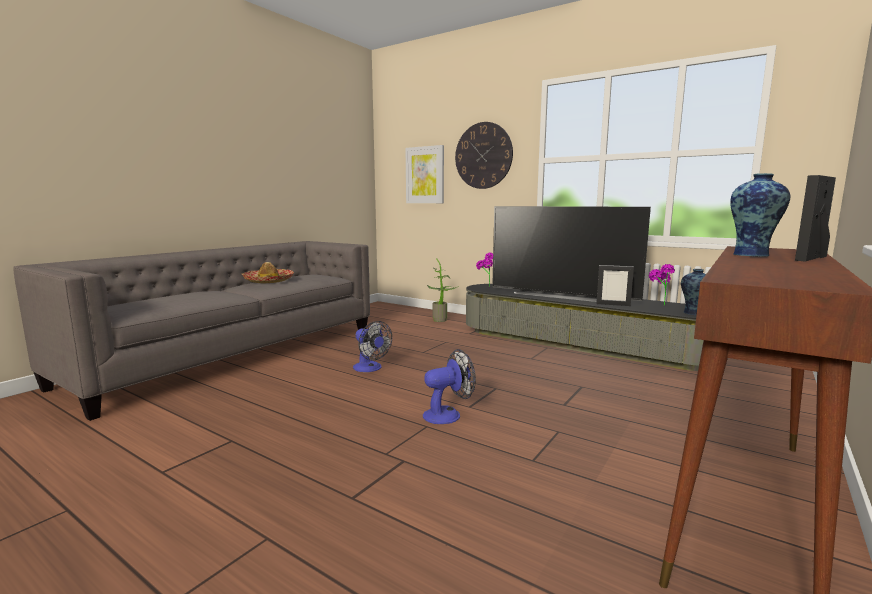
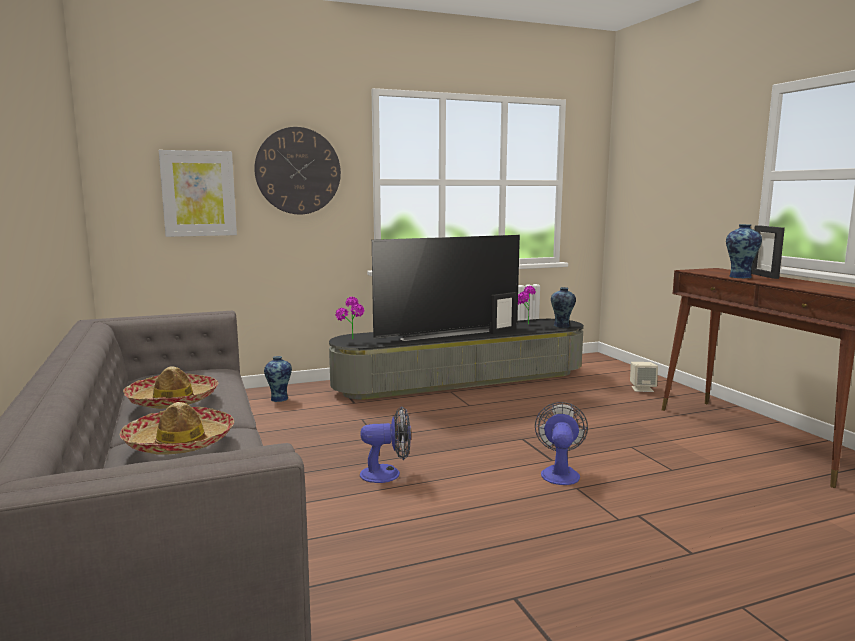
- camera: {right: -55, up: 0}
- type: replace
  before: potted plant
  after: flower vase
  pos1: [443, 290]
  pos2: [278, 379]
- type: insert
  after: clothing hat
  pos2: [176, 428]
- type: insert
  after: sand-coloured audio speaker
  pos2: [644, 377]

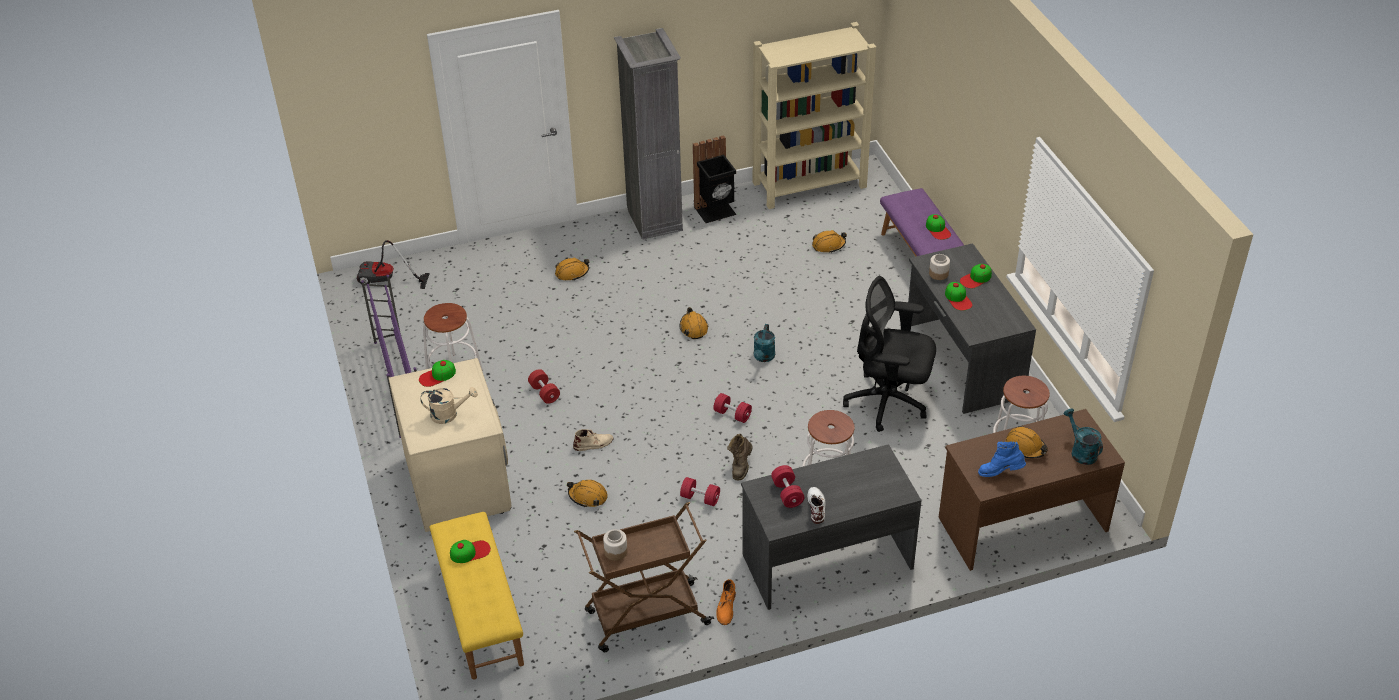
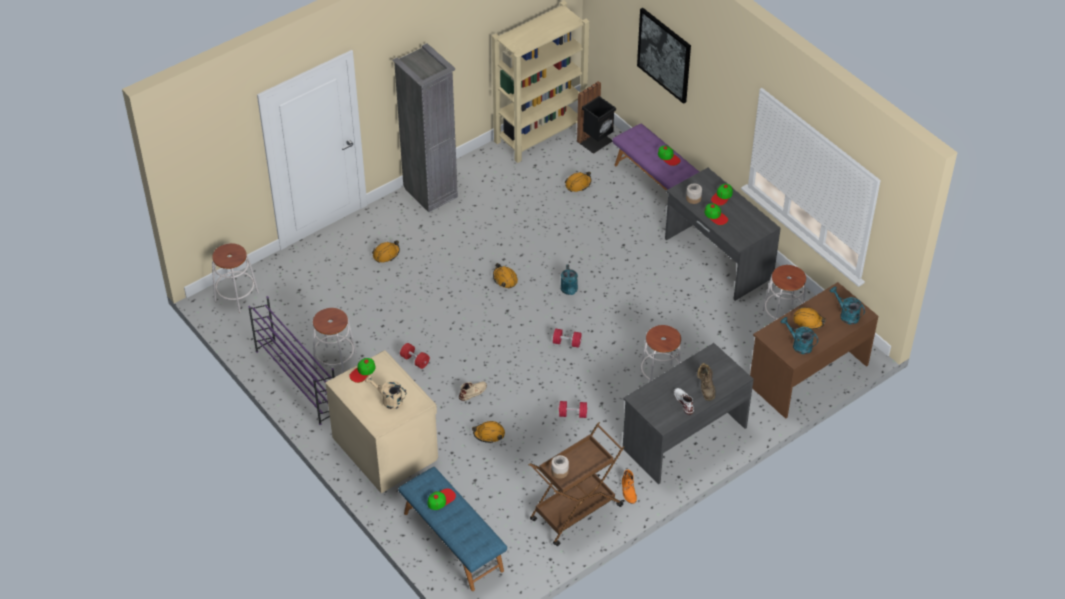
- camera: {right: -20, up: 5}
- type: replace
  before: vacuum
  after: white-coloured sitting stool
  pos1: [393, 264]
  pos2: [235, 278]
- type: rotate
  before: sand-coloured watering can
  pos1: [449, 405]
  pos2: [386, 392]
  turn: -135
- type: recolor
  before: yellow-coloured indoor bench
  after: blue-coloured indoor bench
  pos1: [477, 595]
  pos2: [452, 529]
- type: move
  before: black-coloured trash can
  pos1: [714, 179]
  pos2: [596, 117]
- type: move
  before: brownish tall boot
  pos1: [740, 457]
  pos2: [706, 382]
- type: delete
  before: red free weight
  pos1: [787, 486]
- type: delete
  before: black-coloured computer chair
  pos1: [889, 354]
- type: replace
  before: blue-coloured tall boot
  after: blue-green watering can
  pos1: [1002, 459]
  pos2: [799, 335]
- type: insert
  after: wall art
  pos2: [664, 56]

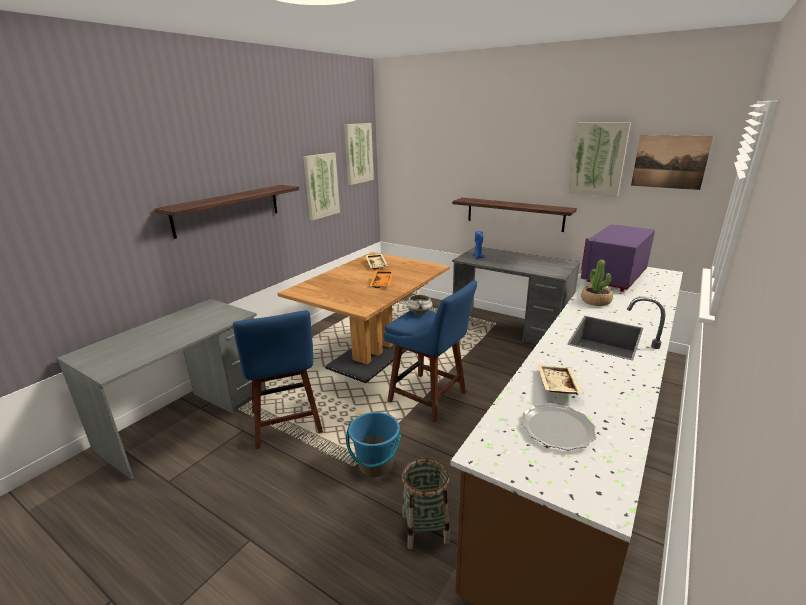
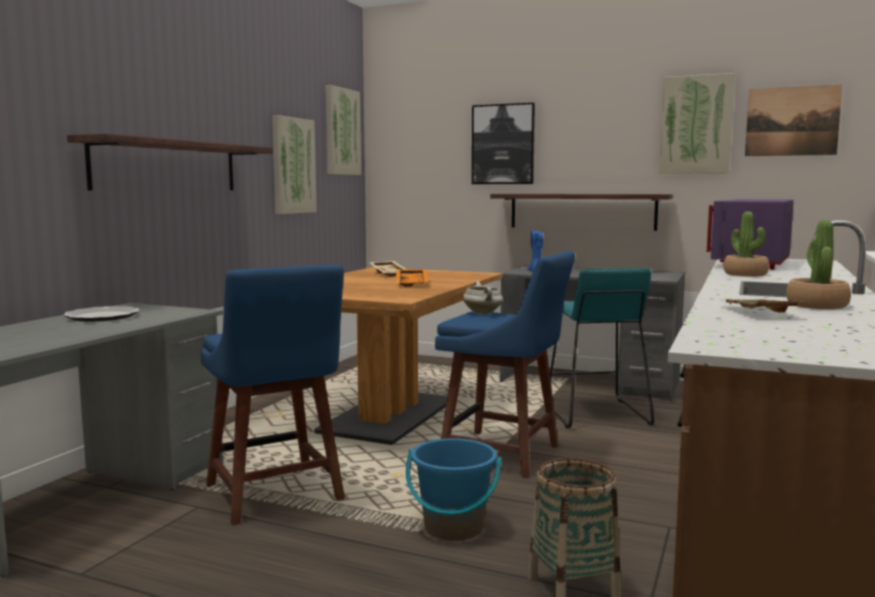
- camera: {right: -10, up: -15}
- type: move
  before: flat dish
  pos1: [559, 426]
  pos2: [101, 314]
- type: insert
  after: wall art
  pos2: [503, 143]
- type: insert
  after: blue-green sitting stool
  pos2: [602, 348]
- type: insert
  after: potted plant
  pos2: [818, 264]

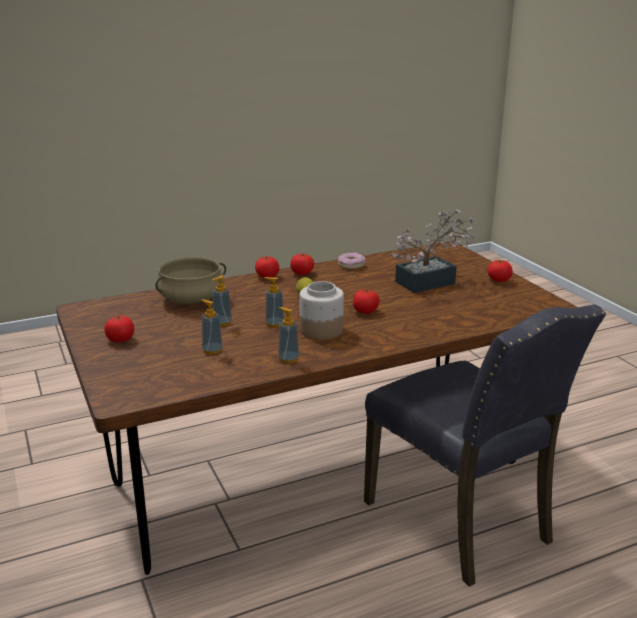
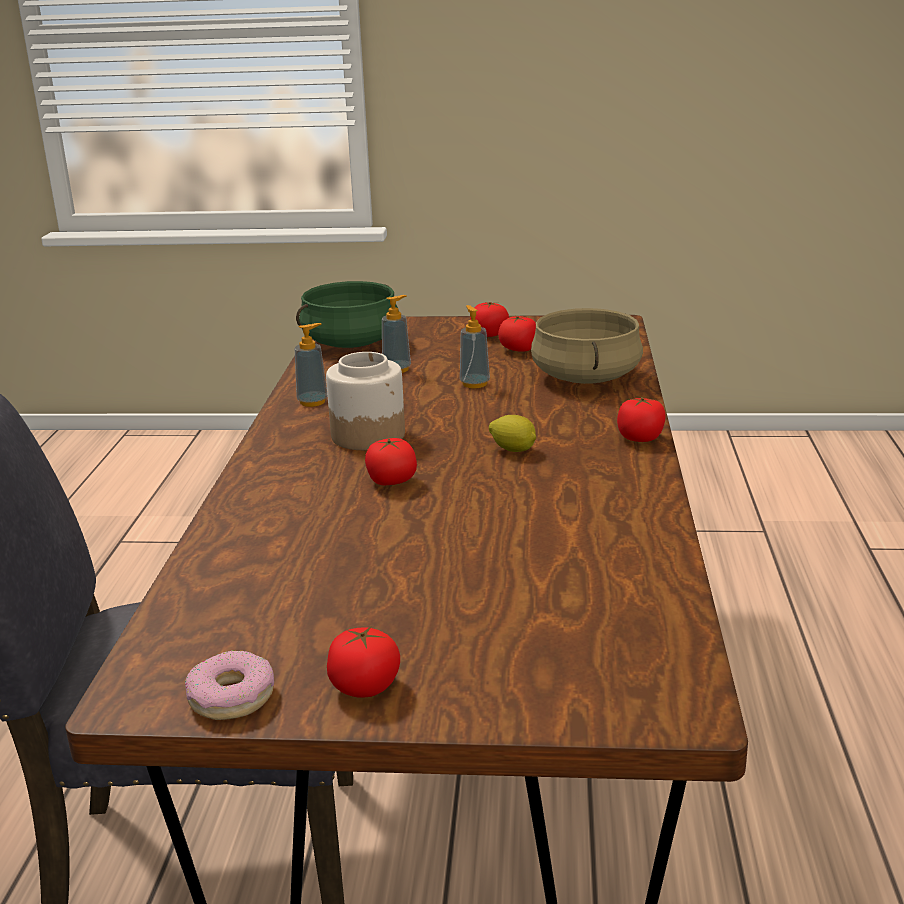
- camera: {right: 120, up: 0}
- type: delete
  before: liquid soap bottle
  pos1: [274, 302]
- type: move
  before: tomato
  pos1: [302, 264]
  pos2: [517, 334]
- type: move
  before: donut
  pos1: [352, 260]
  pos2: [229, 685]
- type: delete
  before: potted plant
  pos1: [433, 251]
- type: insert
  after: green saucepot
  pos2: [347, 314]

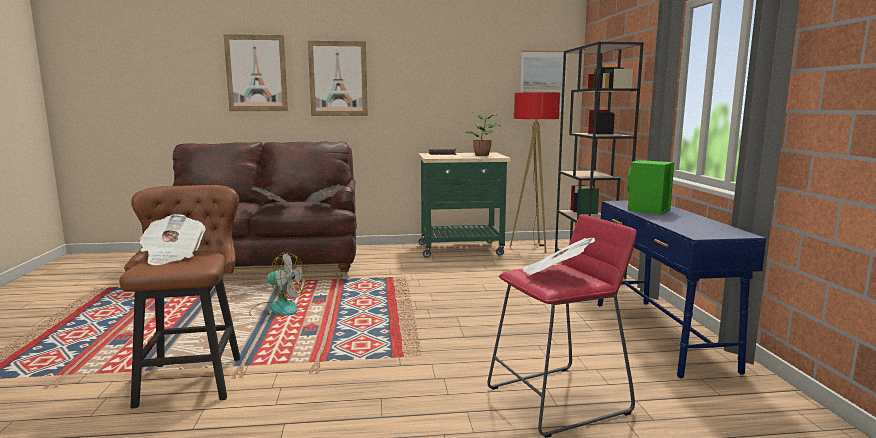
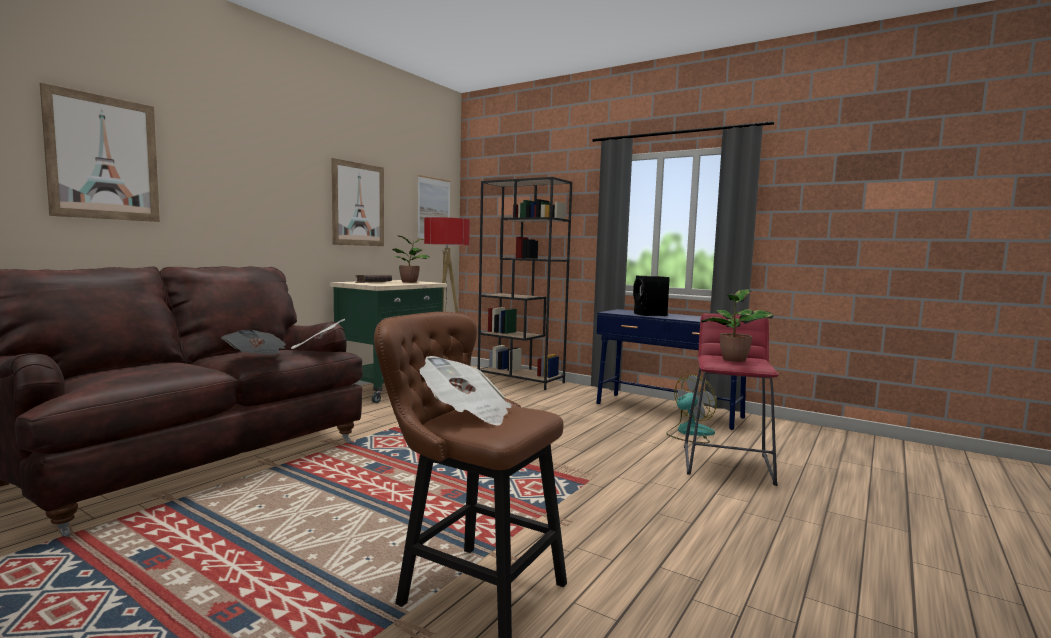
- camera: {right: -50, up: -5}
- type: move
  before: fan
  pos1: [277, 285]
  pos2: [691, 408]
- type: move
  before: wall art
  pos1: [338, 78]
  pos2: [357, 202]
- type: replace
  before: newspaper
  after: potted plant
  pos1: [559, 257]
  pos2: [737, 325]
- type: recolor
  before: green audio speaker
  after: black-coloured audio speaker
  pos1: [650, 187]
  pos2: [651, 295]

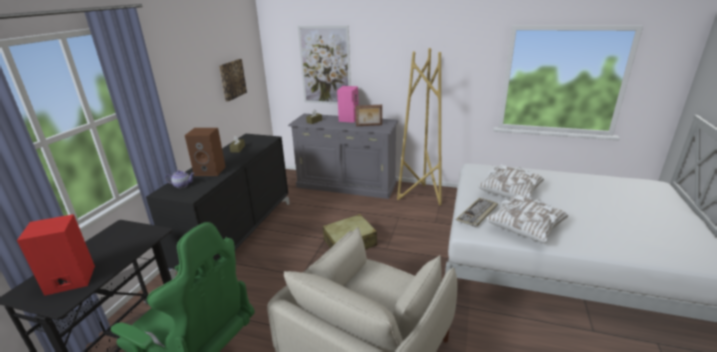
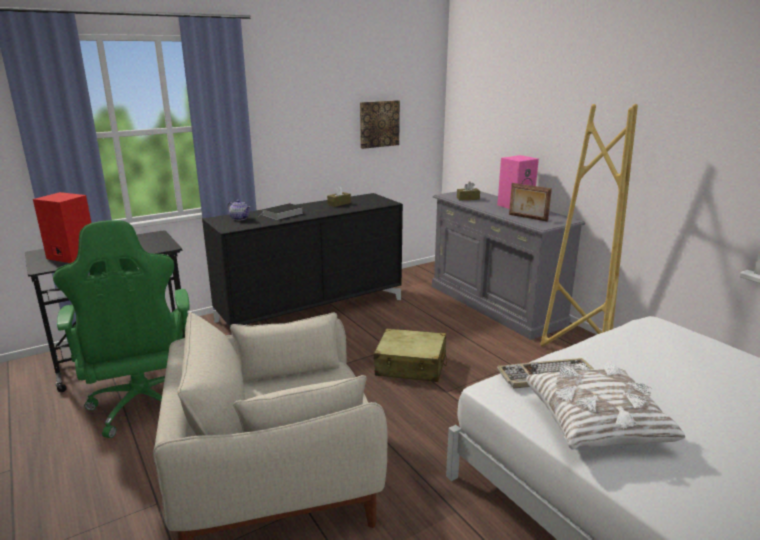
- camera: {right: 40, up: -5}
- type: replace
  before: brownish audio speaker
  after: book
  pos1: [205, 152]
  pos2: [281, 211]
- type: delete
  before: wall art
  pos1: [324, 65]
- type: delete
  before: white-coloured pillow
  pos1: [511, 182]

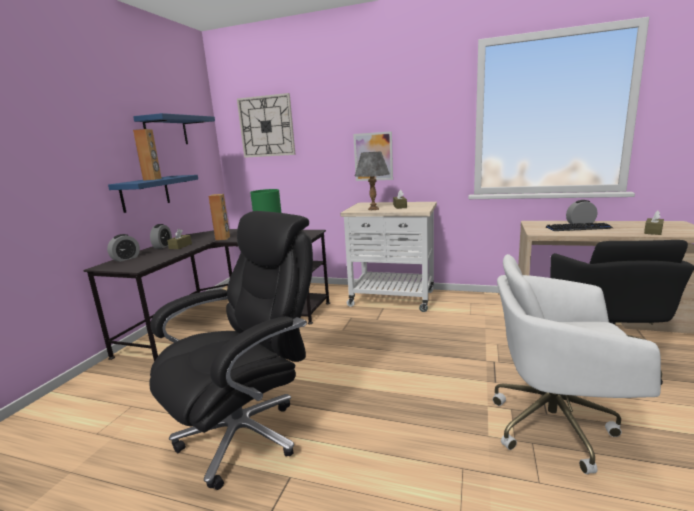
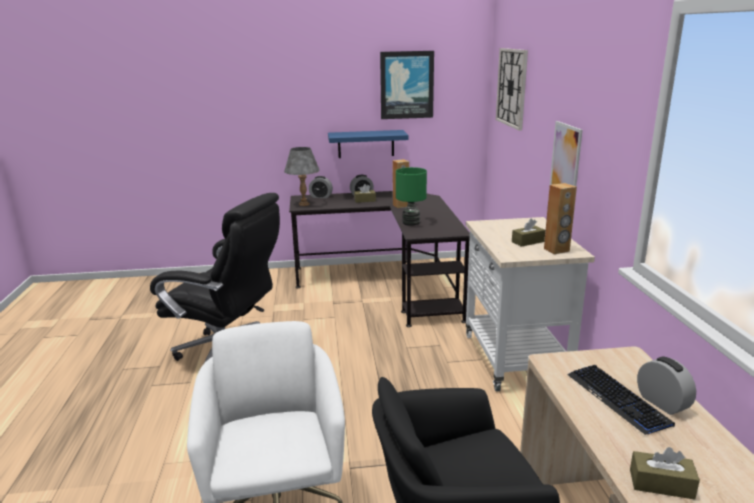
- camera: {right: 65, up: 5}
- type: replace
  before: blue-coloured shelf
  after: wall art
  pos1: [174, 128]
  pos2: [407, 85]
- type: move
  before: brownish audio speaker
  pos1: [147, 155]
  pos2: [560, 218]
- type: move
  before: greyish tabletop lamp
  pos1: [372, 181]
  pos2: [302, 176]

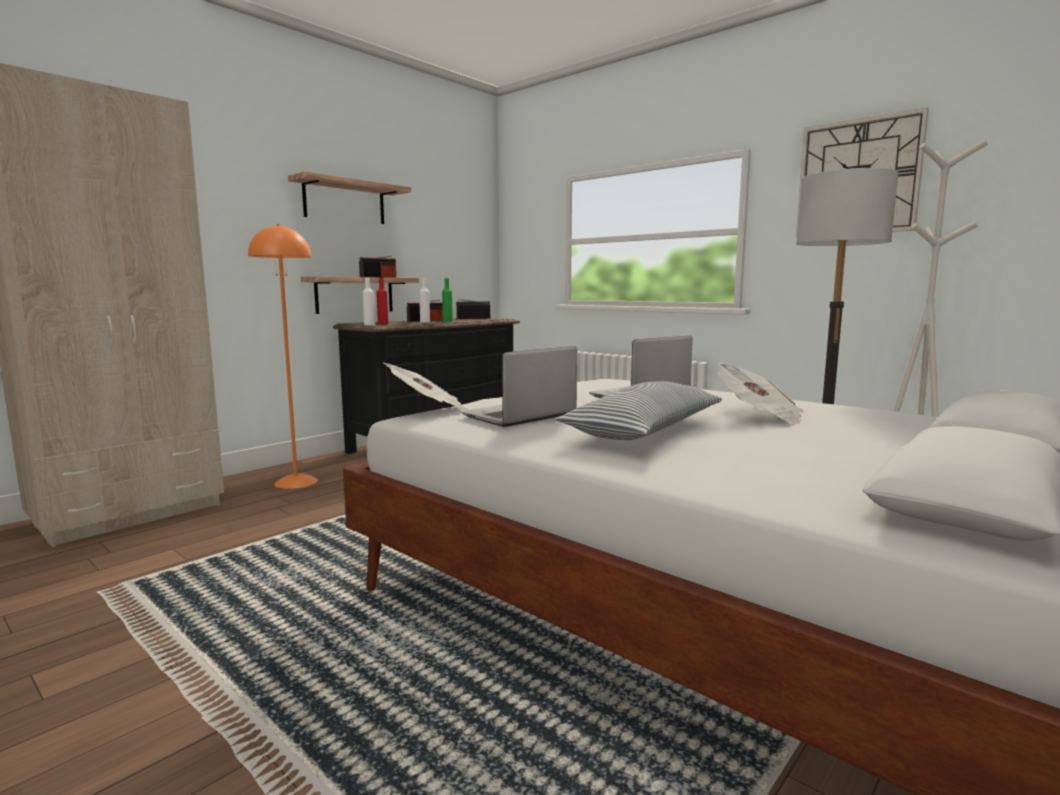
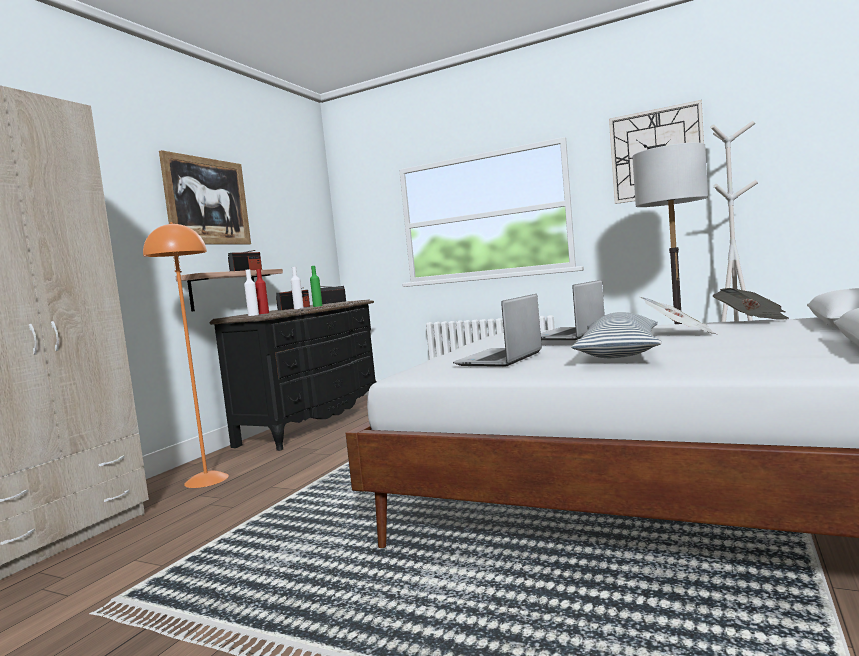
- camera: {right: -15, up: -5}
- type: replace
  before: shelf
  after: wall art
  pos1: [349, 197]
  pos2: [205, 197]
- type: move
  before: newspaper
  pos1: [426, 386]
  pos2: [751, 304]

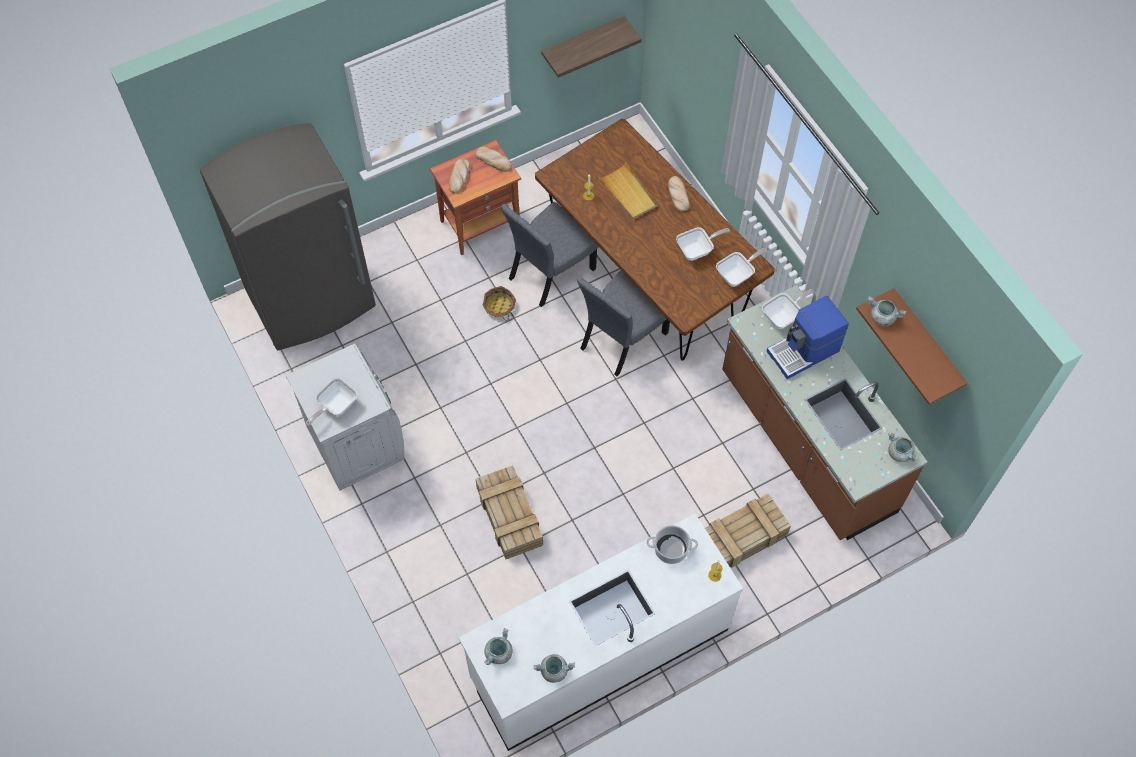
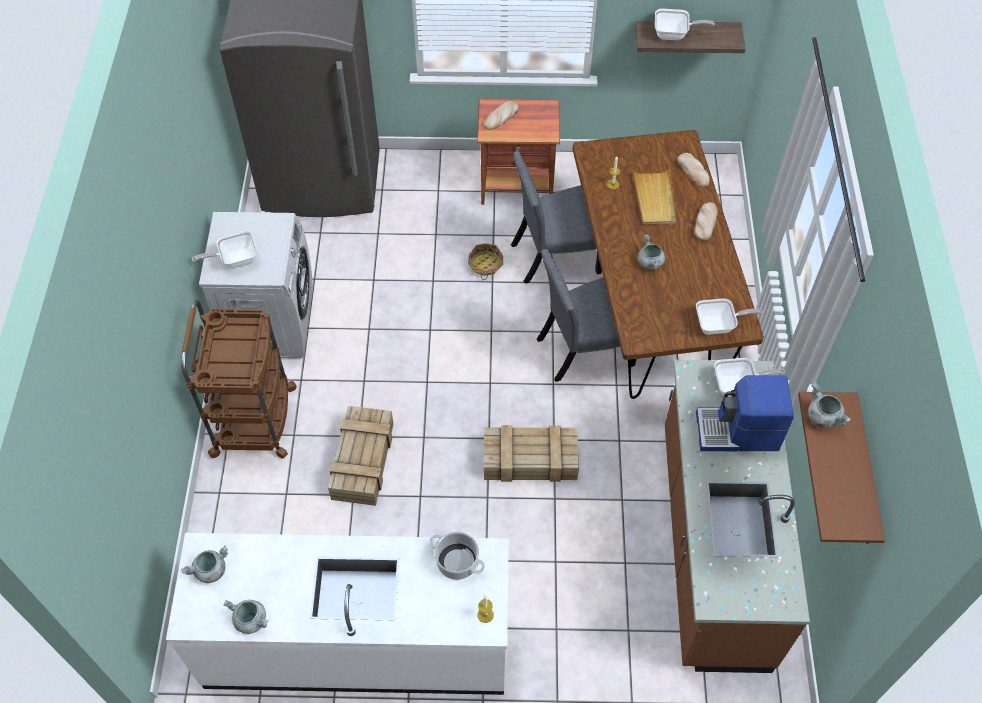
- camera: {right: 30, up: -5}
- type: move
  before: bread
  pos1: [493, 159]
  pos2: [693, 170]
- type: move
  before: pan
  pos1: [703, 244]
  pos2: [685, 24]
- type: move
  before: packing crate
  pos1: [748, 530]
  pos2: [531, 453]
- type: move
  before: greyish saucepot
  pos1: [903, 447]
  pos2: [651, 252]
- type: insert
  after: brownish trolley
  pos2: [239, 379]

